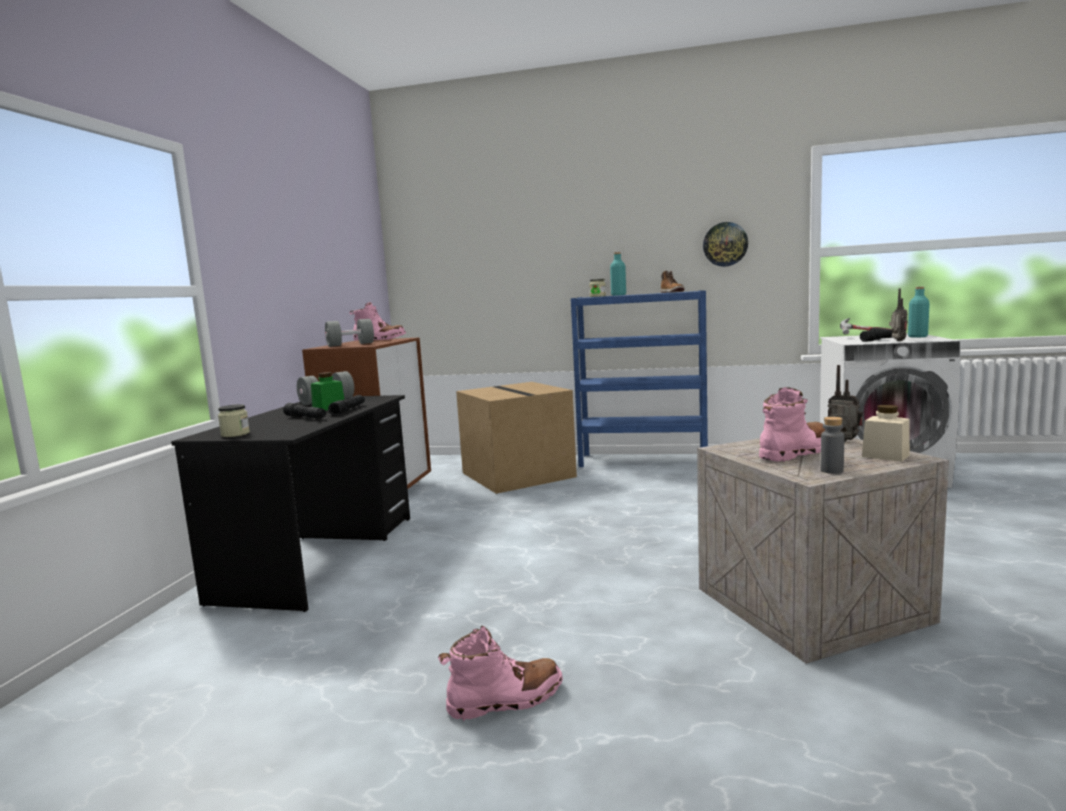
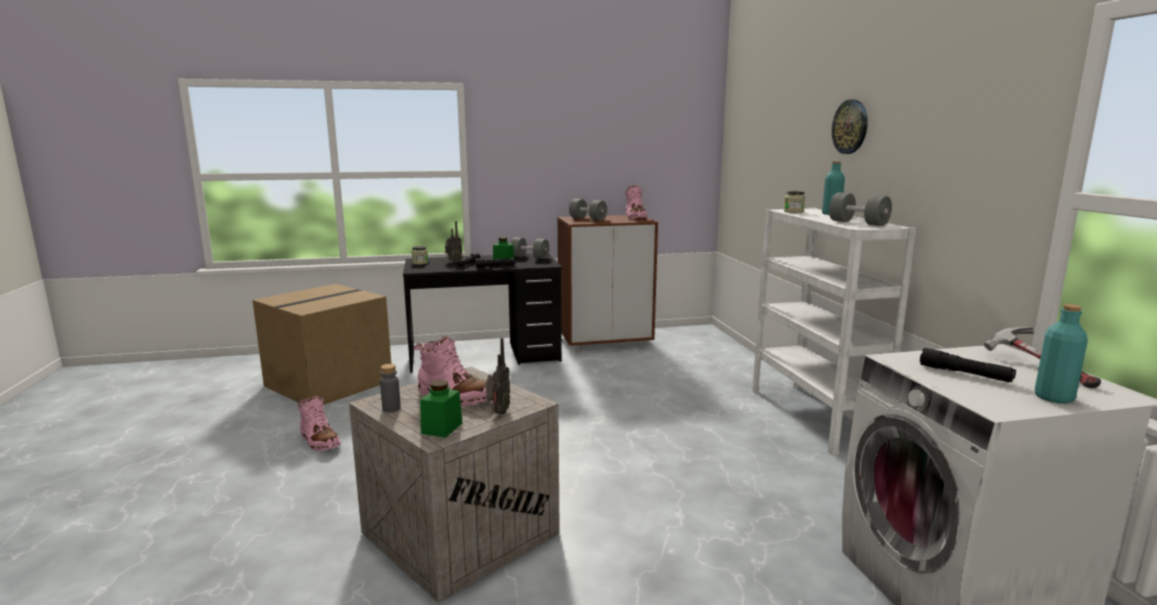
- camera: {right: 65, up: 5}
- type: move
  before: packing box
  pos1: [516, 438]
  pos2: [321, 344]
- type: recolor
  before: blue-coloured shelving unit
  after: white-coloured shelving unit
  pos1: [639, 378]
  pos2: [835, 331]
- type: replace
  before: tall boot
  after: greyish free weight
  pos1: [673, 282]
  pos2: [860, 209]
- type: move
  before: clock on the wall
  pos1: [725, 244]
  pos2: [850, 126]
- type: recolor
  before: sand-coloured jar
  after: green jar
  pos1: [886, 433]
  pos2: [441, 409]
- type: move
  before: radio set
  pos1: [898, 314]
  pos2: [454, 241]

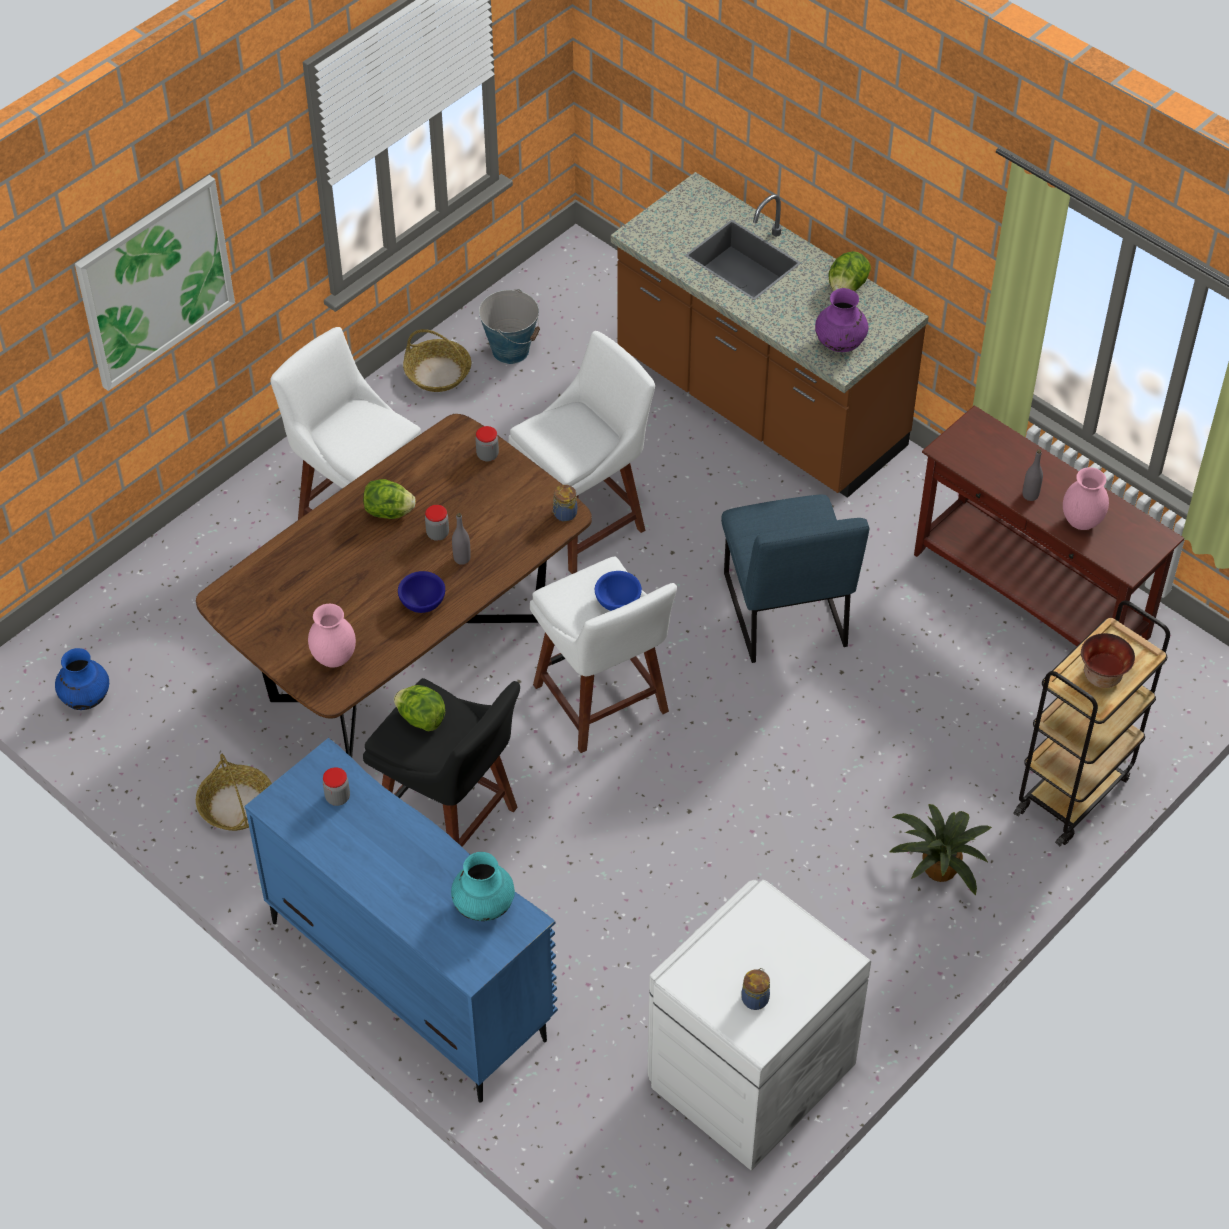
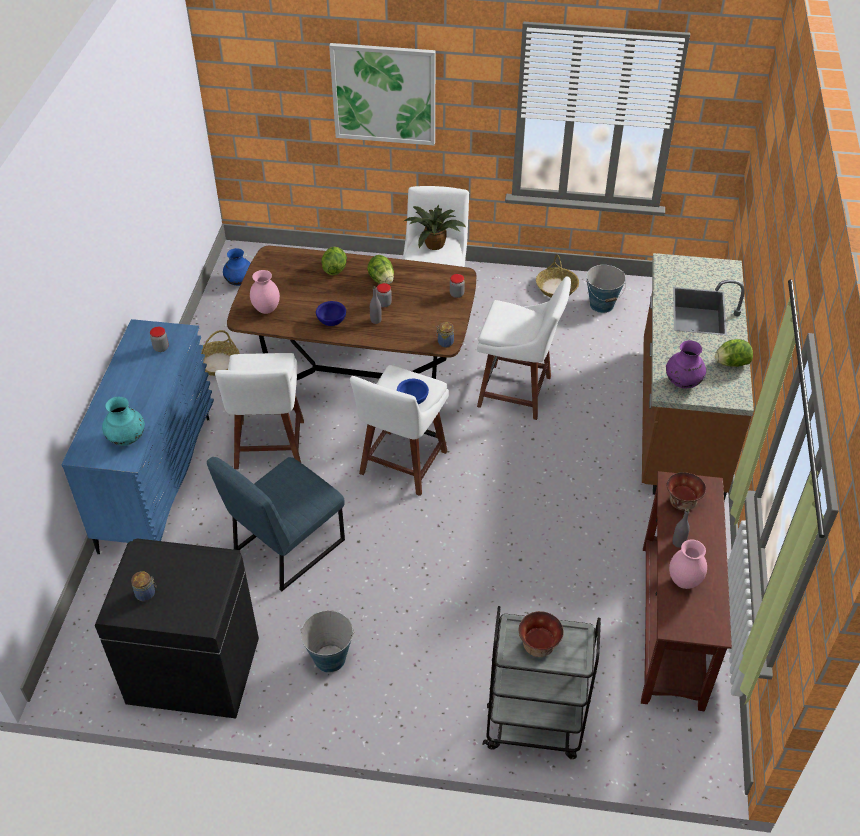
- camera: {right: 55, up: -5}
- type: recolor
  before: black-coloured sitting stool
  after: white-coloured sitting stool
  pos1: [441, 762]
  pos2: [259, 411]
- type: move
  before: lettuce
  pos1: [420, 708]
  pos2: [334, 261]
- type: recolor
  before: white-coloured laundry machine
  after: black-coloured laundry machine
  pos1: [759, 1025]
  pos2: [177, 628]
- type: move
  before: blue-coloured upright chair
  pos1: [795, 579]
  pos2: [276, 524]
- type: move
  before: potted plant
  pos1: [941, 849]
  pos2: [435, 227]
- type: recolor
  before: brownish trolley
  after: greyish trolley
  pos1: [1091, 723]
  pos2: [541, 682]
- type: insert
  after: water bucket
  pos2: [327, 641]
- type: insert
  after: serving bowl
  pos2: [686, 491]

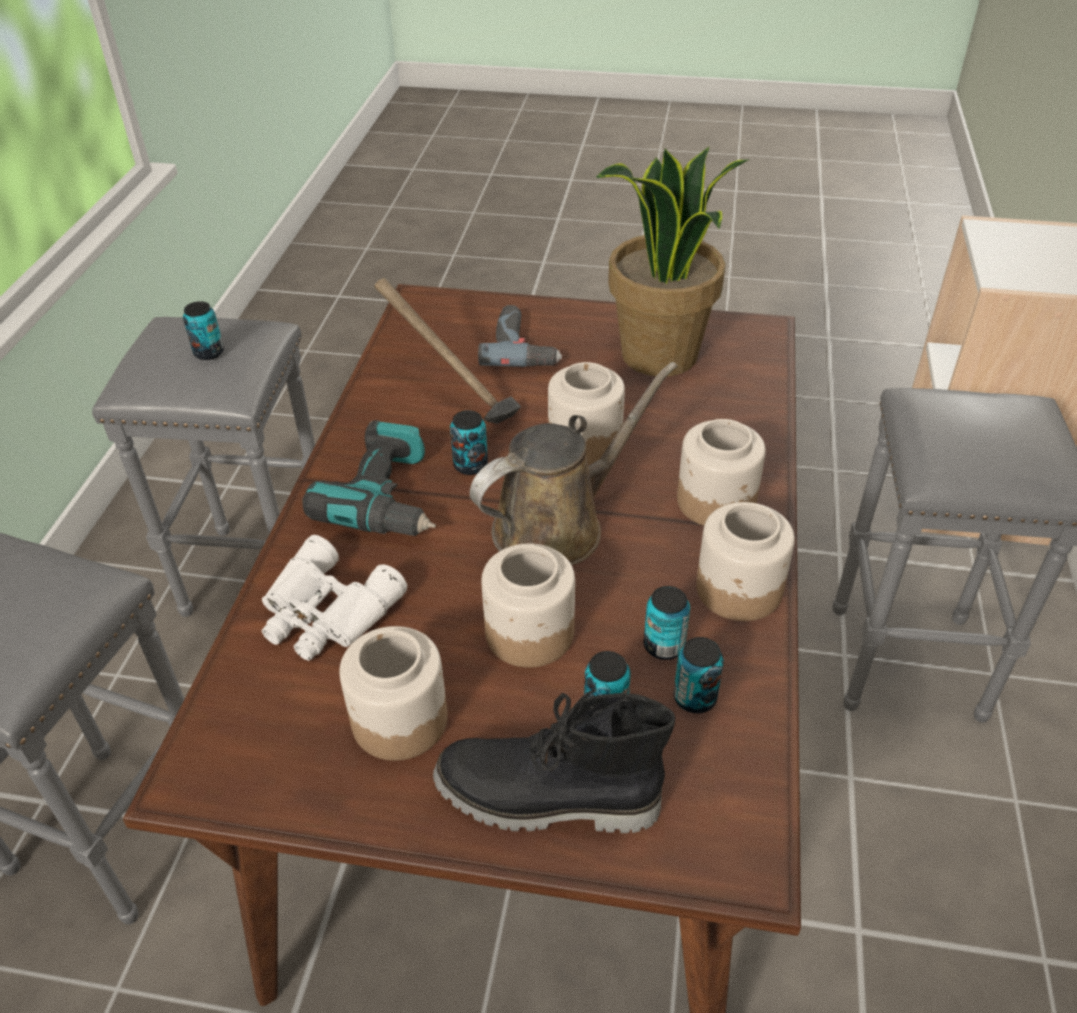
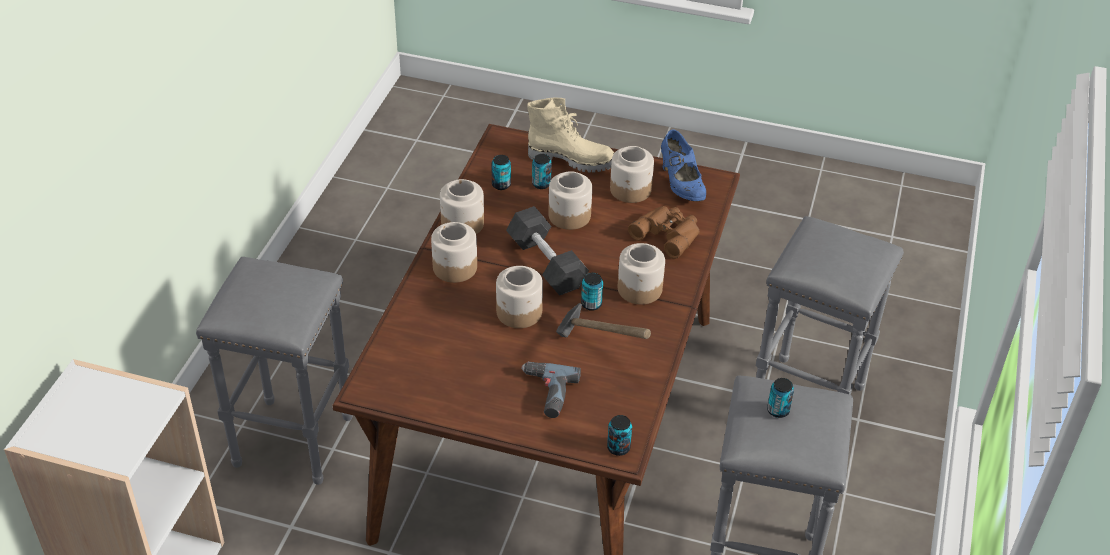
- camera: {right: -175, up: 0}
- type: recolor
  before: white-coloured binoculars
  after: brownish binoculars
  pos1: [334, 598]
  pos2: [664, 232]
- type: replace
  before: electric drill
  after: jar
  pos1: [369, 478]
  pos2: [641, 274]
- type: recolor
  before: black-coloured tall boot
  after: sand-coloured tall boot
  pos1: [554, 761]
  pos2: [570, 135]
- type: replace
  before: brownish watering can
  after: black-coloured free weight
  pos1: [573, 463]
  pos2: [547, 250]
- type: delete
  before: potted plant
  pos1: [673, 261]
- type: move
  before: metal can
  pos1: [667, 623]
  pos2: [619, 435]
- type: insert
  after: blue-coloured shoe
  pos2: [683, 165]

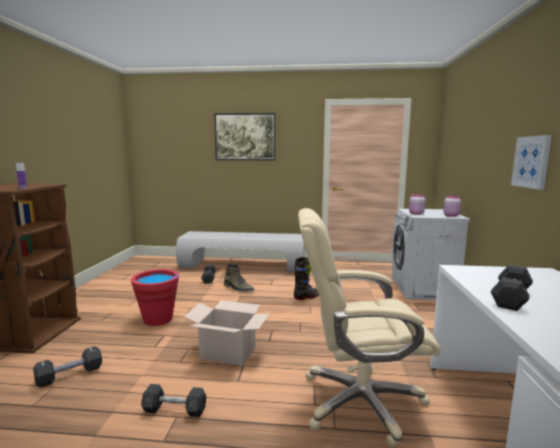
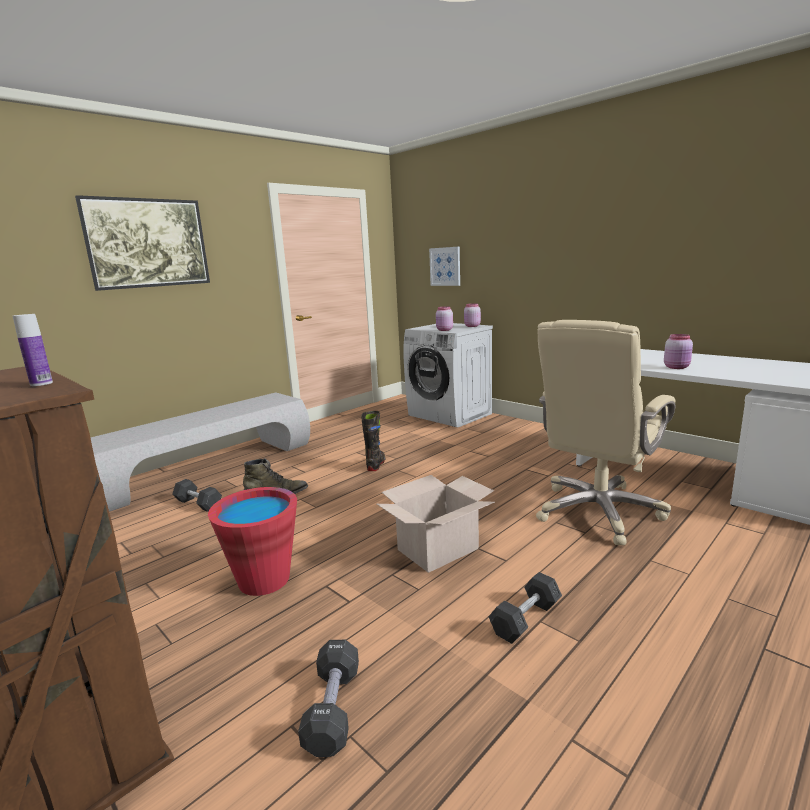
- camera: {right: -50, up: 5}
- type: replace
  before: greyish free weight
  after: pink-coloured jar
  pos1: [512, 288]
  pos2: [678, 351]
- type: move
  before: wall art
  pos1: [531, 162]
  pos2: [444, 266]

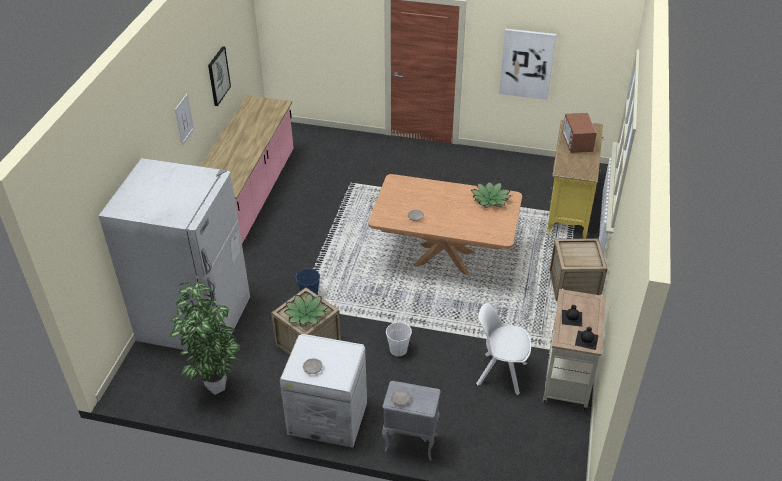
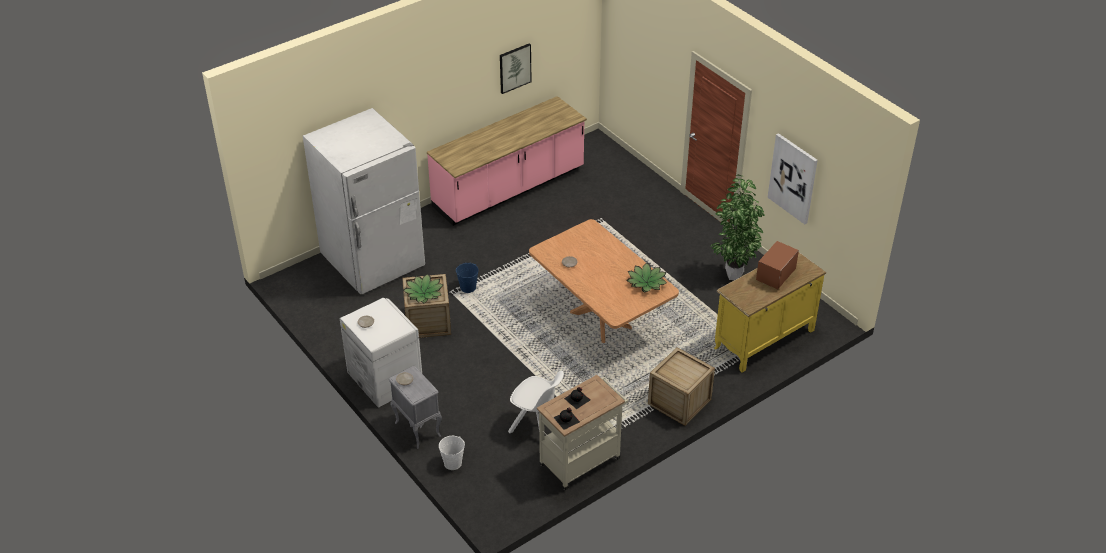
- camera: {right: 40, up: 0}
- type: move
  before: potted plant
  pos1: [205, 338]
  pos2: [737, 227]
- type: delete
  before: wall art
  pos1: [184, 119]
- type: move
  before: white-coloured water bucket
  pos1: [399, 338]
  pos2: [452, 453]
- type: rotate
  before: white-coloured upright chair
  pos1: [503, 349]
  pos2: [536, 402]
  turn: 150

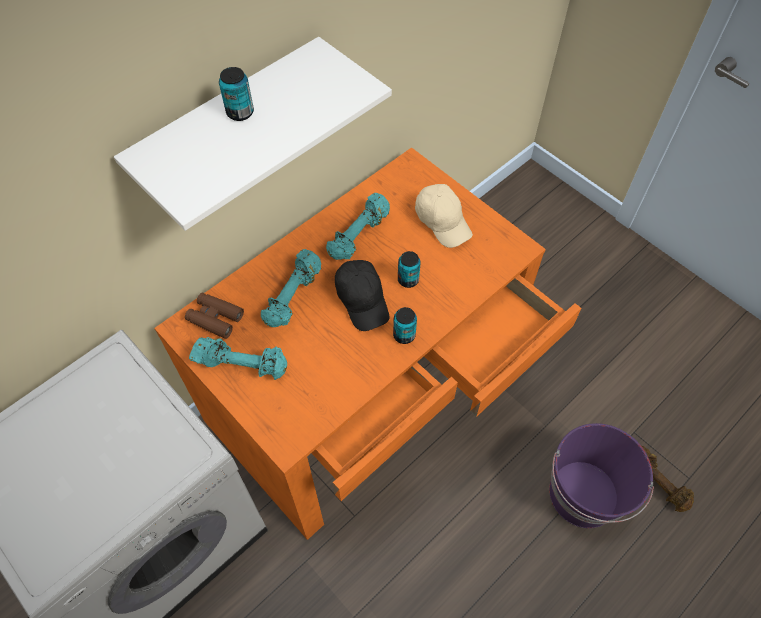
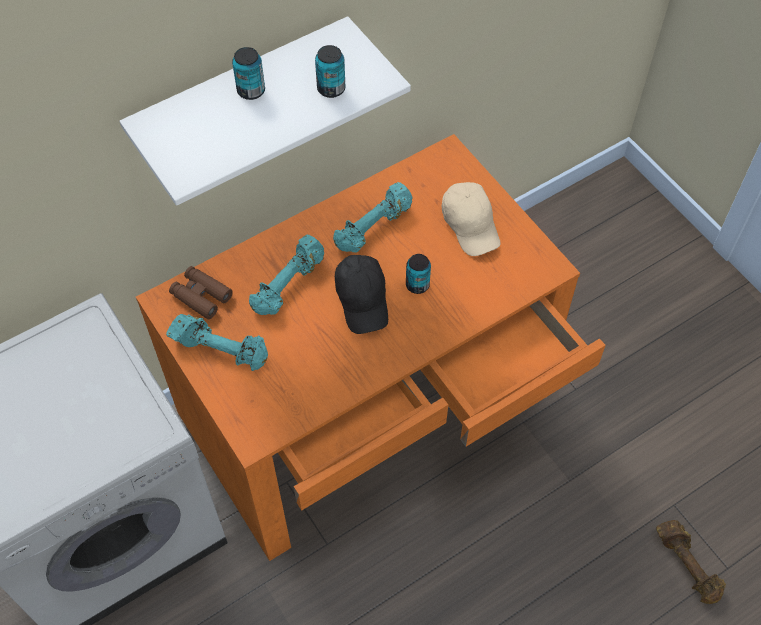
- camera: {right: 10, up: 0}
- type: move
  before: metal can
  pos1: [405, 325]
  pos2: [330, 71]
- type: delete
  before: purple water bucket
  pos1: [601, 475]

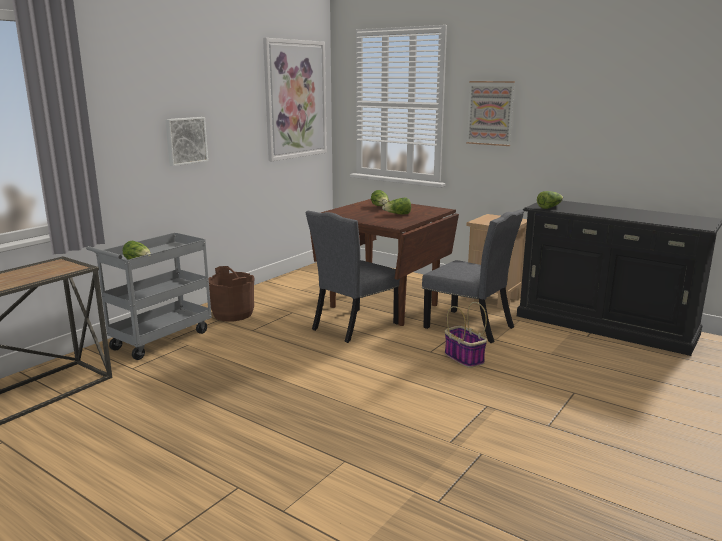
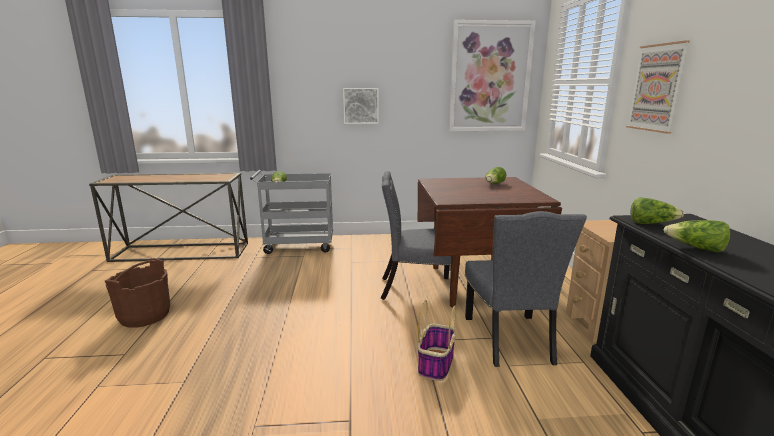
- camera: {right: 50, up: 0}
- type: move
  before: brownish water bucket
  pos1: [231, 294]
  pos2: [137, 293]
- type: move
  before: lettuce
  pos1: [396, 206]
  pos2: [697, 236]

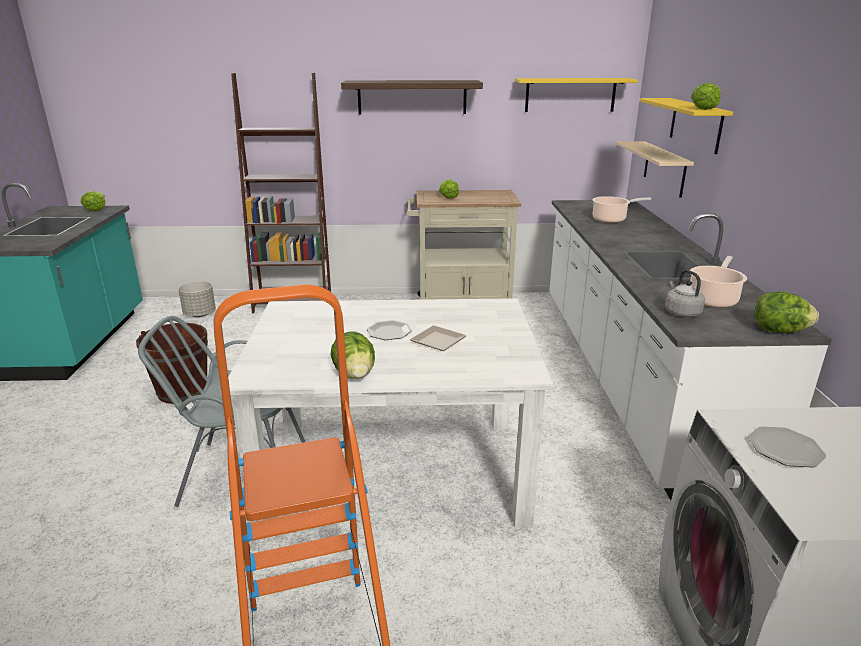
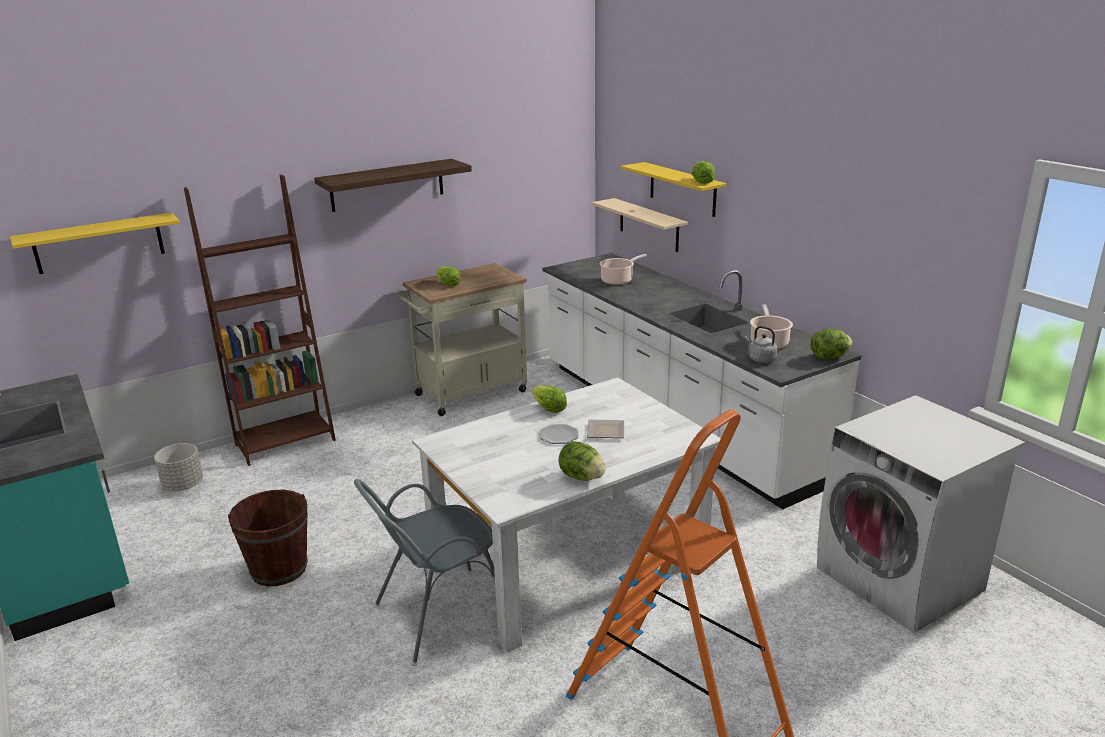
- camera: {right: -30, up: 0}
- type: move
  before: lettuce
  pos1: [93, 201]
  pos2: [549, 399]
- type: move
  before: yellow-coloured shelf
  pos1: [576, 95]
  pos2: [95, 243]
- type: delete
  before: flat dish
  pos1: [787, 446]

